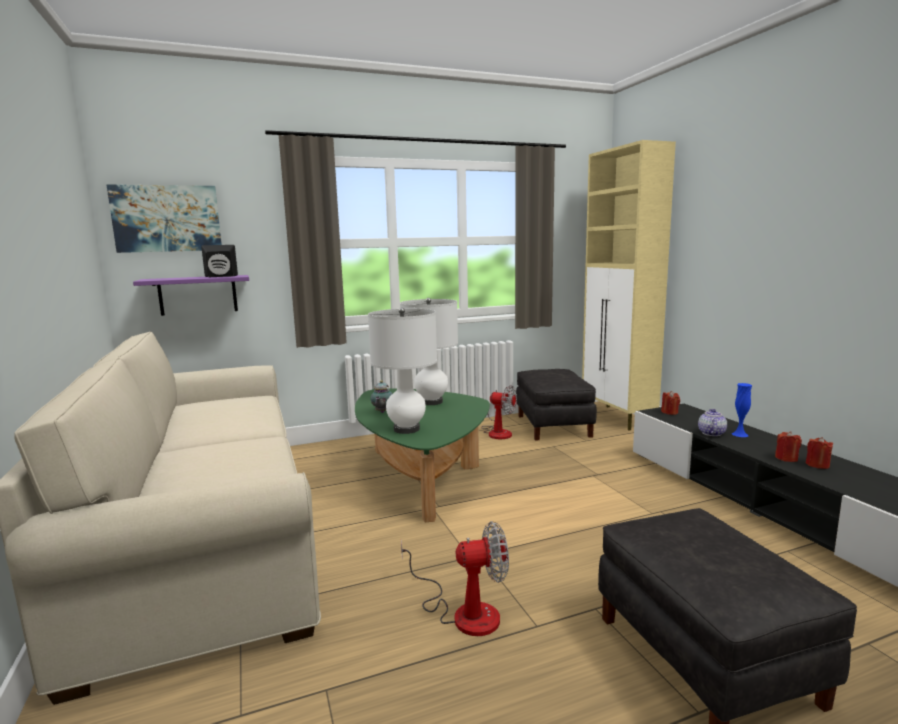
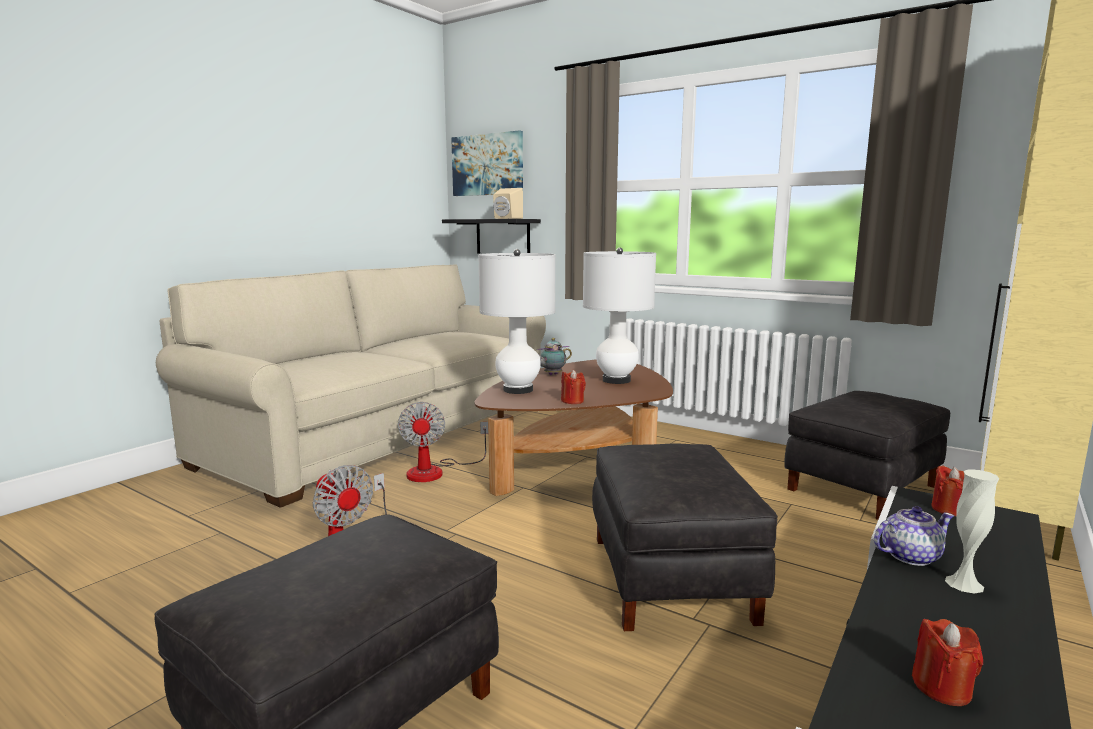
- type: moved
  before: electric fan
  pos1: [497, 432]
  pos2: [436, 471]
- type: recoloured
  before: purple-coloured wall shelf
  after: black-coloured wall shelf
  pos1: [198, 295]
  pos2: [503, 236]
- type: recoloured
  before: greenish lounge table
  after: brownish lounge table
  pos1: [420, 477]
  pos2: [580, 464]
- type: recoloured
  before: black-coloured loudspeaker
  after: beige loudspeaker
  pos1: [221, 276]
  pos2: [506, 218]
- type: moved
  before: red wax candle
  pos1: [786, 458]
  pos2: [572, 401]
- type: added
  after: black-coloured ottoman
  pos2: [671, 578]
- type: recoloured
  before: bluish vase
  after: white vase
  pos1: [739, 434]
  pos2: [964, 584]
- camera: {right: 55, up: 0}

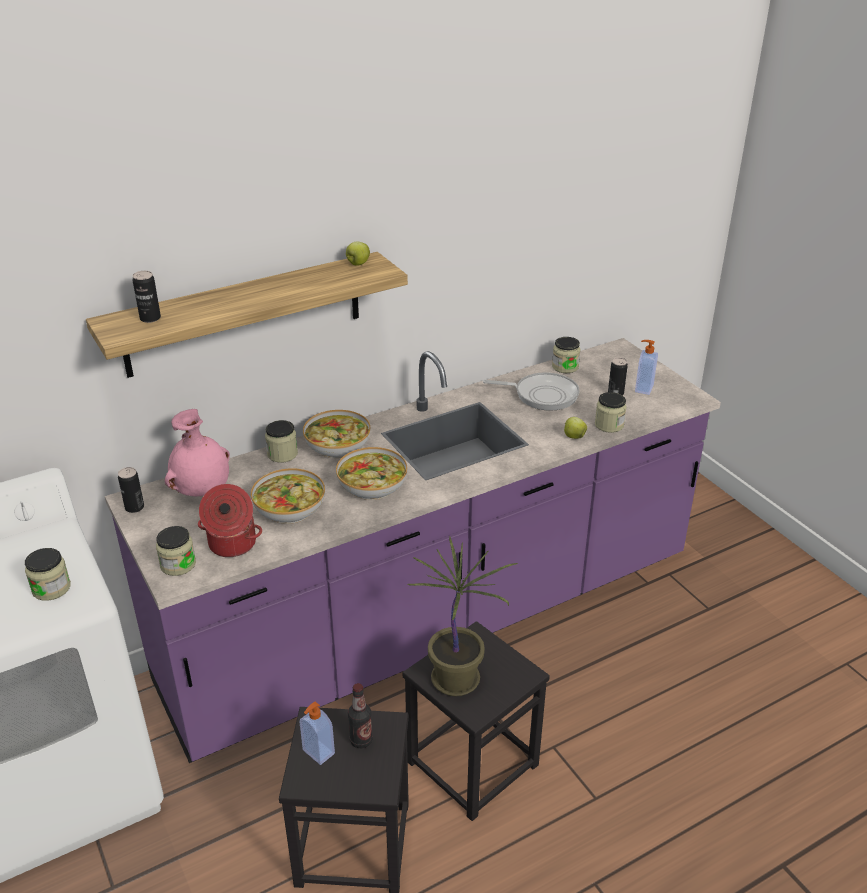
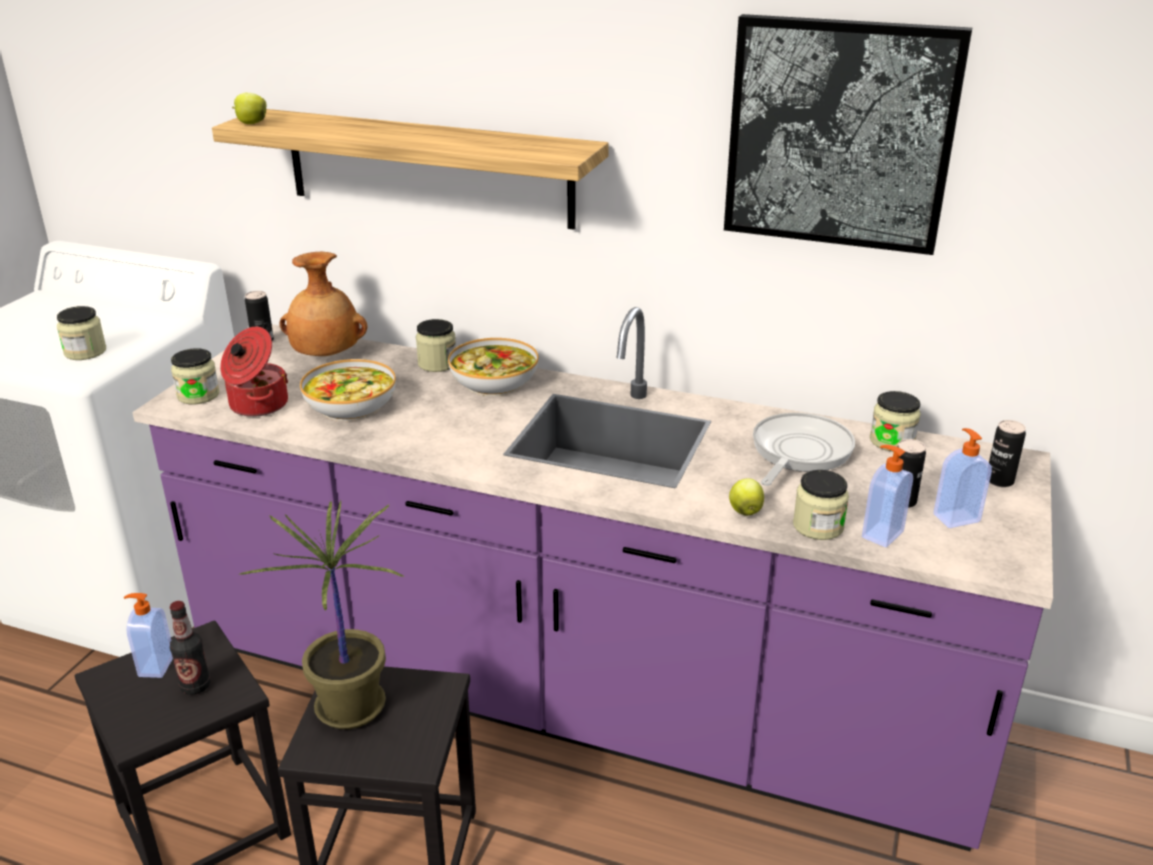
- type: moved
  before: whole apple
  pos1: [357, 264]
  pos2: [251, 123]
- type: recoloured
  before: pink-coloured vase
  after: brownish vase
  pos1: [202, 490]
  pos2: [326, 356]
- type: added
  after: picture
  pos2: [840, 134]
- type: turned
  before: pan
  pos1: [542, 395]
  pos2: [798, 452]
  turn: -120
- type: added
  after: soap bottle
  pos2: [881, 534]
- type: moved
  before: metal can
  pos1: [150, 318]
  pos2: [999, 481]
- type: removed
  before: serving bowl
  pos1: [372, 485]
- camera: {right: 50, up: -5}

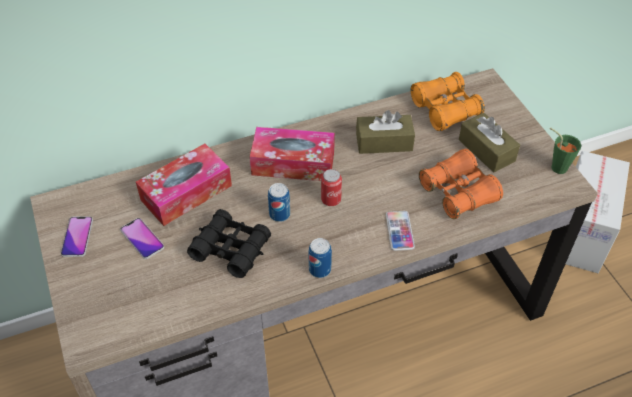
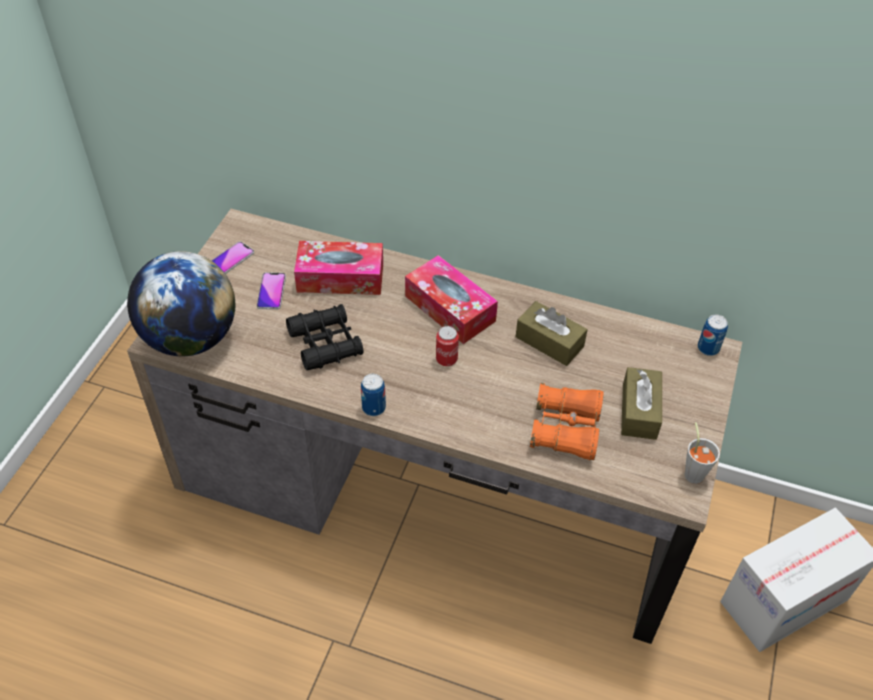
- type: added
  after: globe
  pos2: [191, 338]
- type: recoloured
  before: greenish drinking cup
  after: grey drinking cup
  pos1: [556, 166]
  pos2: [693, 471]
- type: moved
  before: metal can
  pos1: [279, 214]
  pos2: [708, 348]
- type: removed
  before: telephone
  pos1: [399, 231]
- type: removed
  before: orangey field glasses
  pos1: [445, 109]
- camera: {right: 40, up: 0}

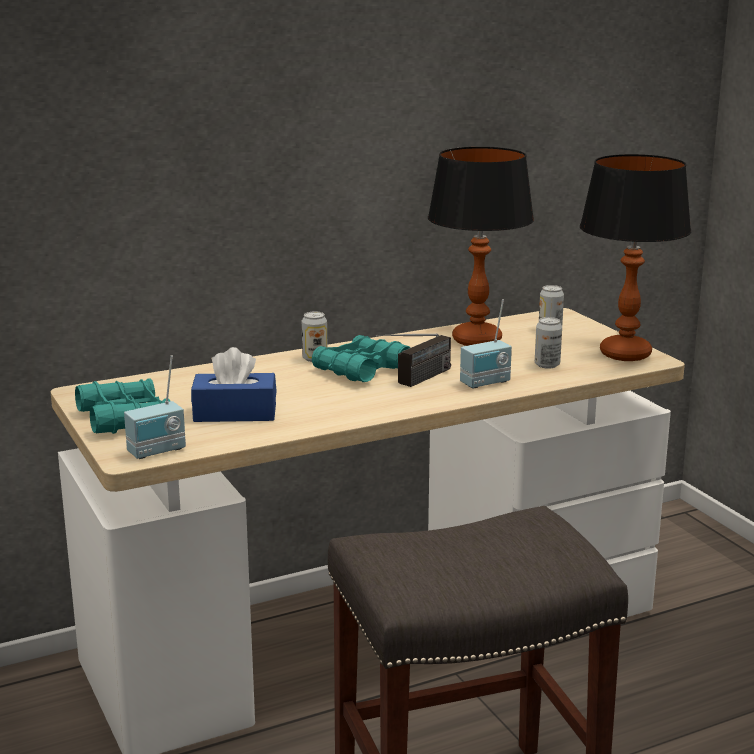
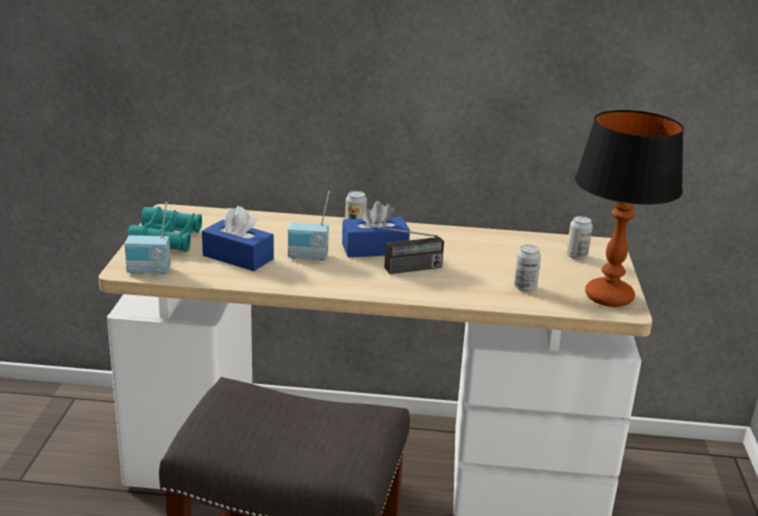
- type: moved
  before: radio receiver
  pos1: [486, 383]
  pos2: [308, 257]
- type: replaced
  before: turquoise-coloured field glasses
  after: bluish box of tissues
  pos1: [362, 370]
  pos2: [374, 249]
- type: removed
  before: tabletop lamp
  pos1: [477, 340]
- camera: {right: 30, up: 5}

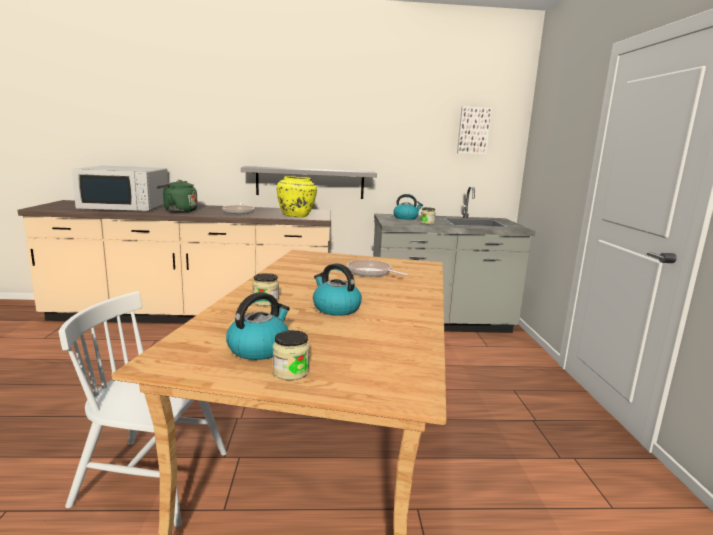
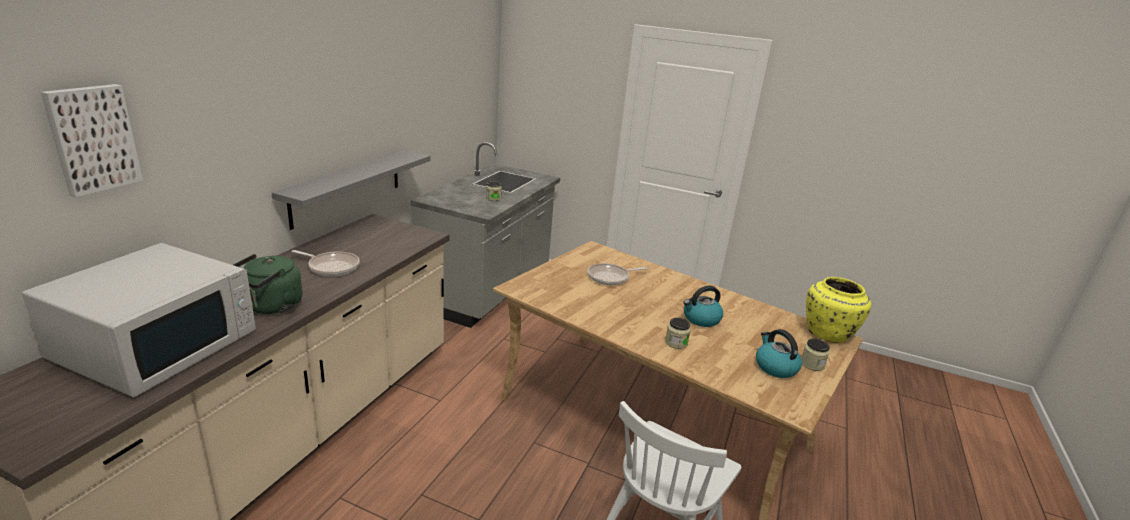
- type: moved
  before: picture
  pos1: [473, 130]
  pos2: [92, 139]
- type: moved
  before: yellowish vase
  pos1: [296, 216]
  pos2: [828, 334]
- type: removed
  before: water kettle
  pos1: [406, 218]
- camera: {right: -65, up: 10}

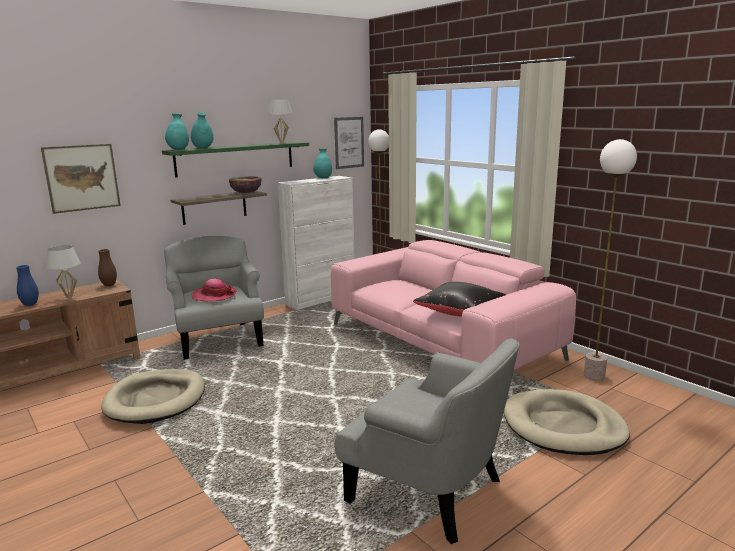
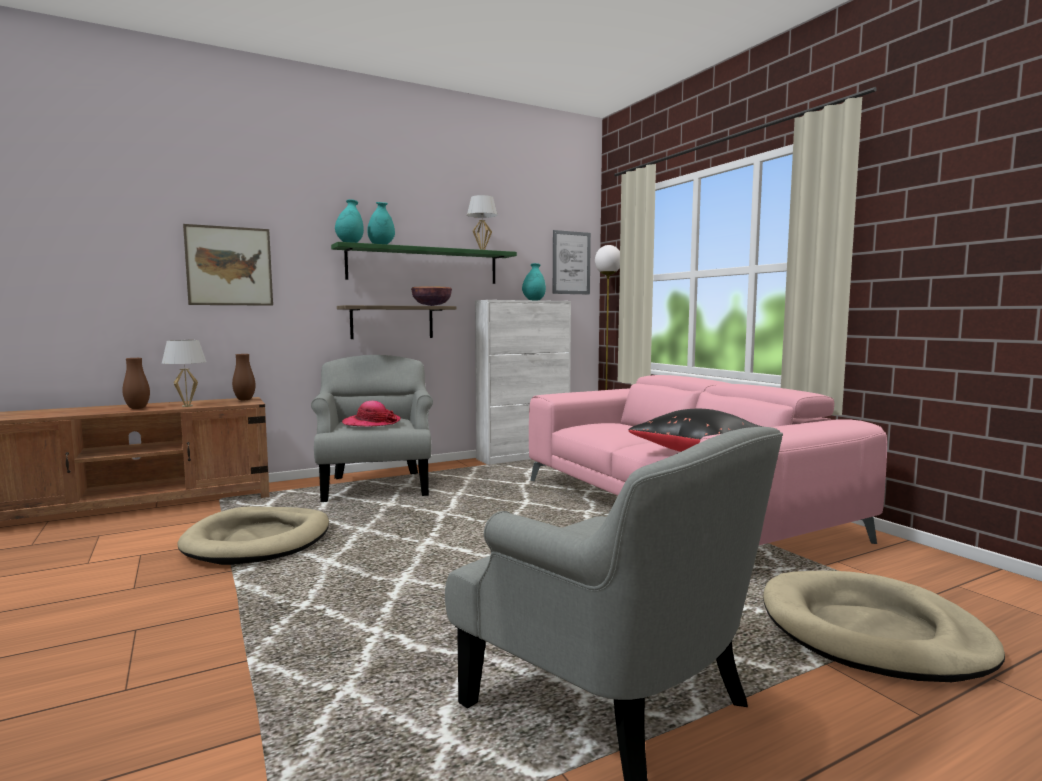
- type: recoloured
  before: bluish vase
  after: brownish vase
  pos1: [30, 304]
  pos2: [137, 408]
- type: removed
  before: floor lamp
  pos1: [594, 376]
- camera: {right: 10, up: -10}

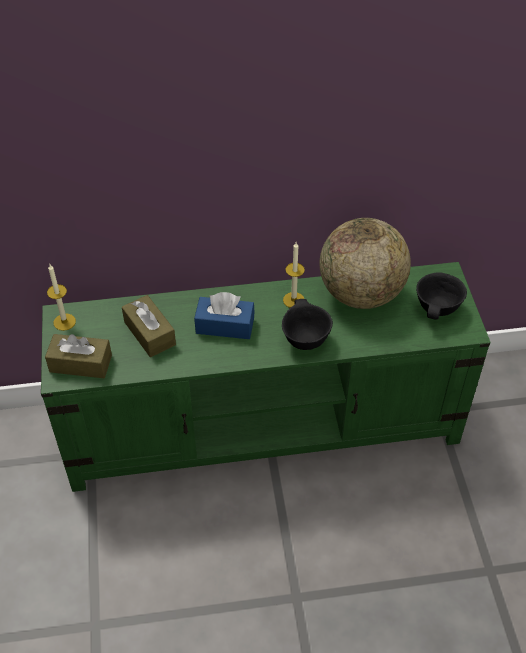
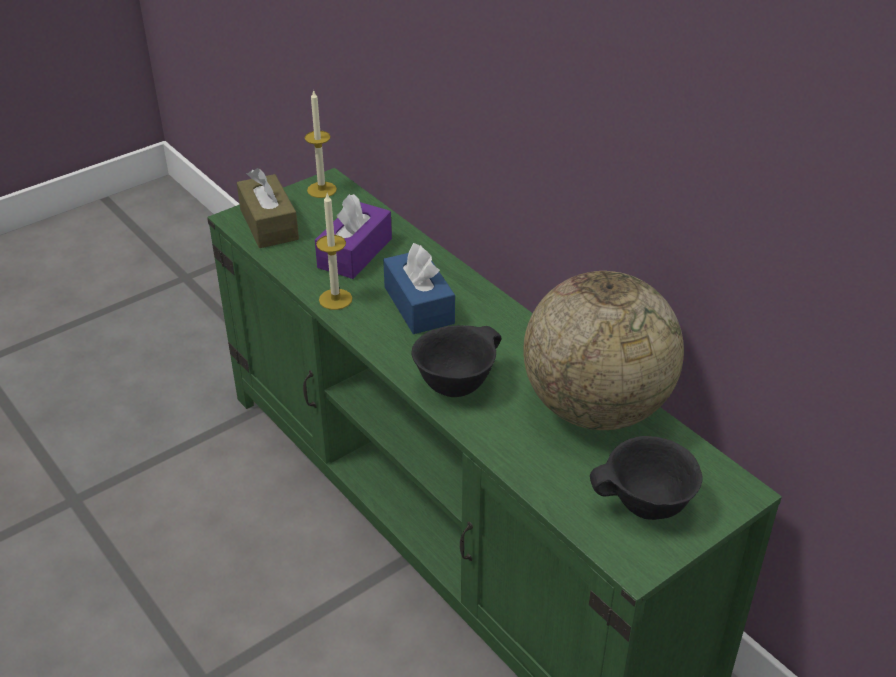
- type: recoloured
  before: brownish box of tissues
  after: purple-coloured box of tissues
  pos1: [149, 333]
  pos2: [355, 253]
- type: moved
  before: wax candle
  pos1: [293, 300]
  pos2: [335, 299]
- camera: {right: 60, up: -10}

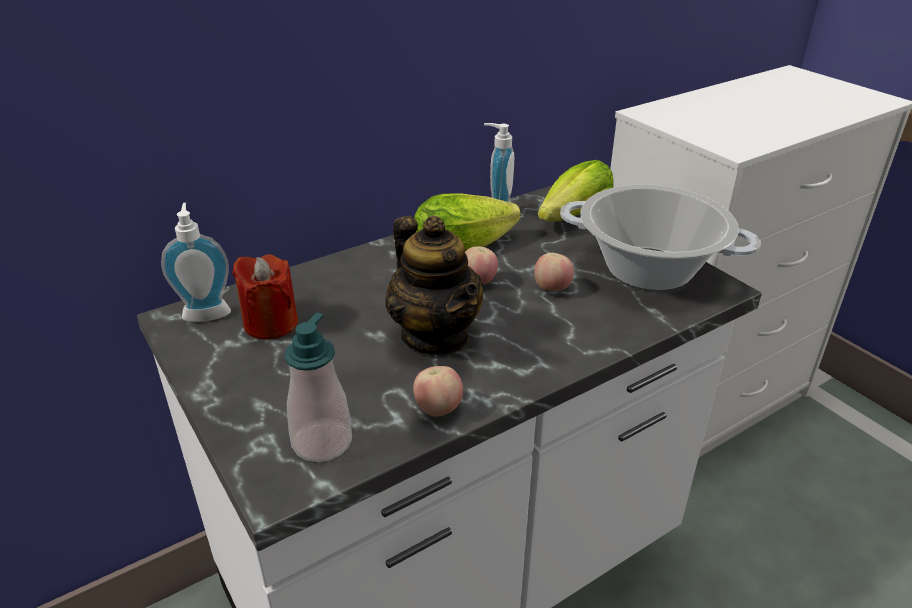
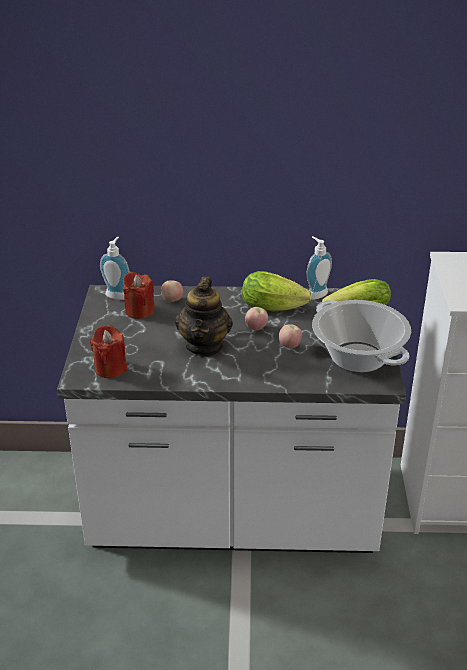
- type: replaced
  before: soap bottle
  after: red wax candle
  pos1: [322, 442]
  pos2: [110, 368]
- type: moved
  before: whole apple
  pos1: [438, 409]
  pos2: [172, 301]
- camera: {right: 35, up: 0}

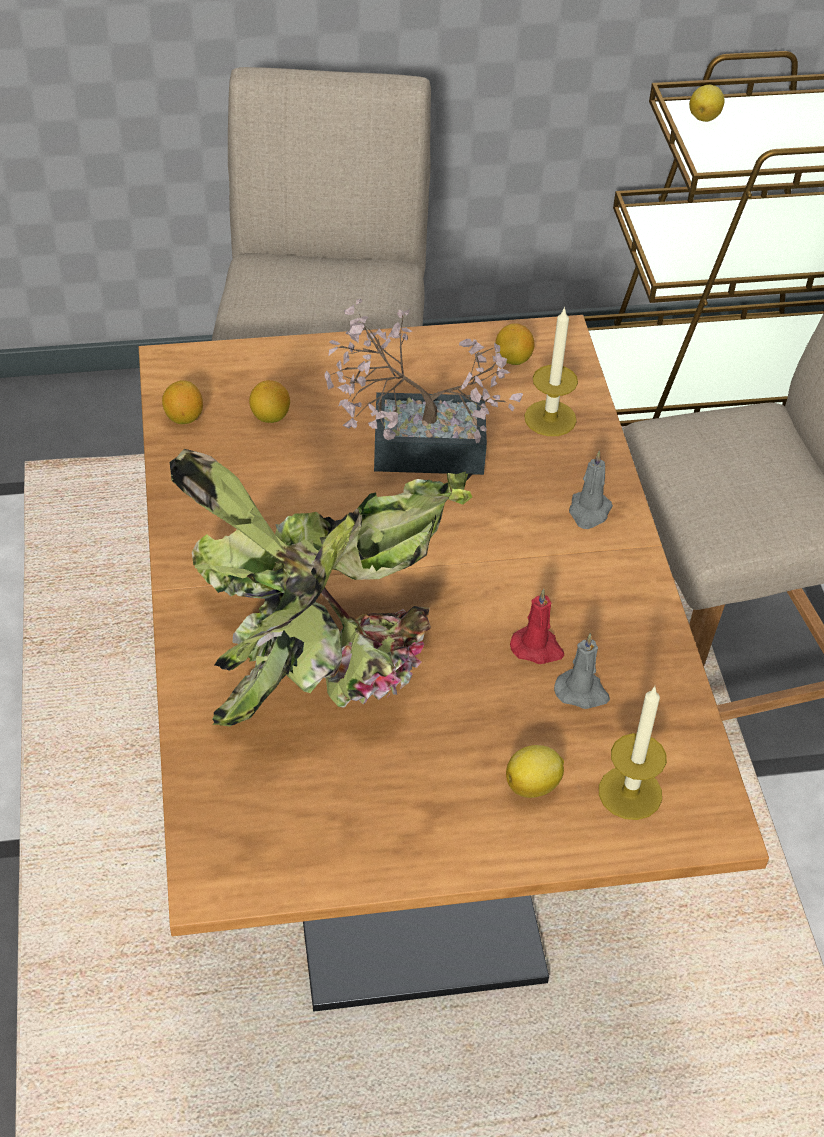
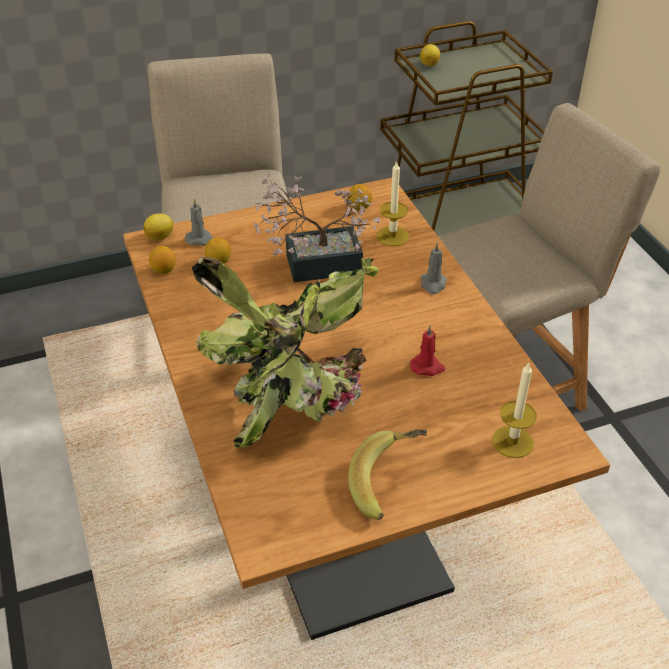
- type: moved
  before: whole lemon
  pos1: [534, 785]
  pos2: [161, 237]
- type: moved
  before: grey wax candle
  pos1: [582, 692]
  pos2: [200, 239]
- type: added
  after: banana fruit
  pos2: [389, 484]
- camera: {right: -10, up: -5}

